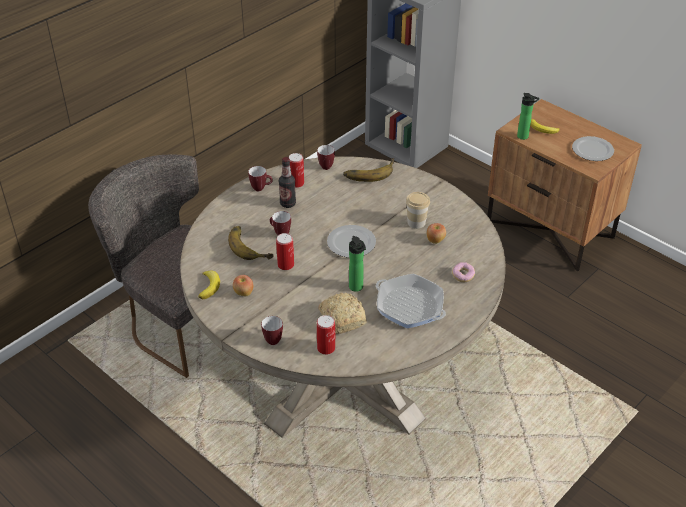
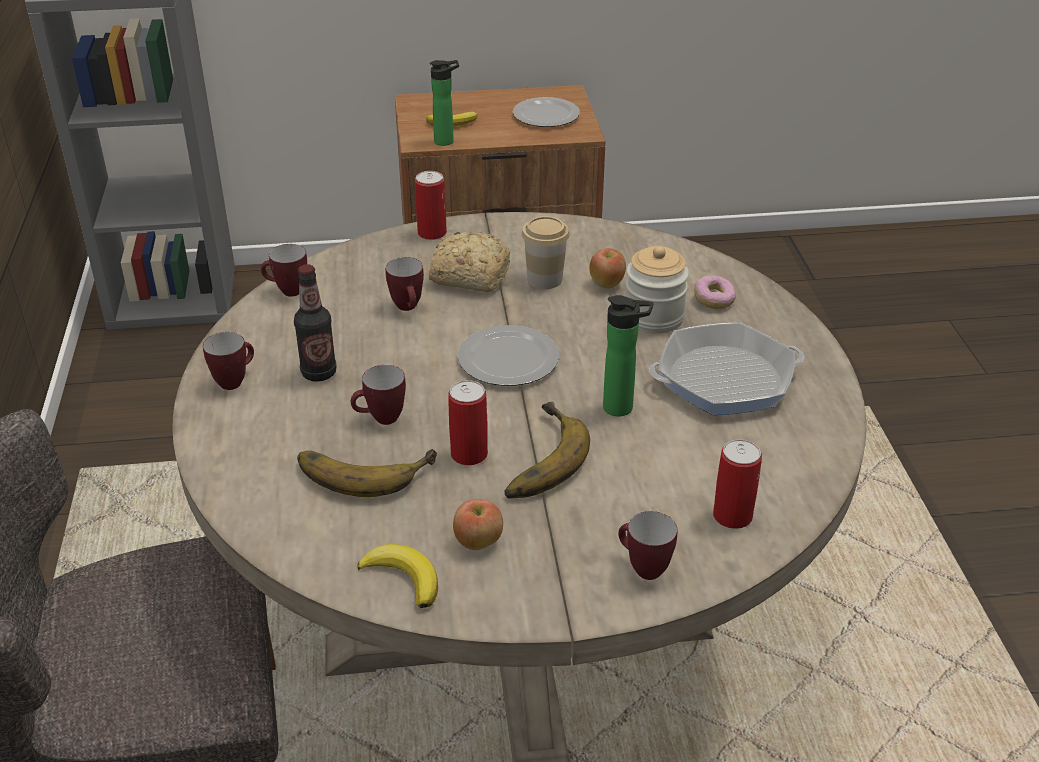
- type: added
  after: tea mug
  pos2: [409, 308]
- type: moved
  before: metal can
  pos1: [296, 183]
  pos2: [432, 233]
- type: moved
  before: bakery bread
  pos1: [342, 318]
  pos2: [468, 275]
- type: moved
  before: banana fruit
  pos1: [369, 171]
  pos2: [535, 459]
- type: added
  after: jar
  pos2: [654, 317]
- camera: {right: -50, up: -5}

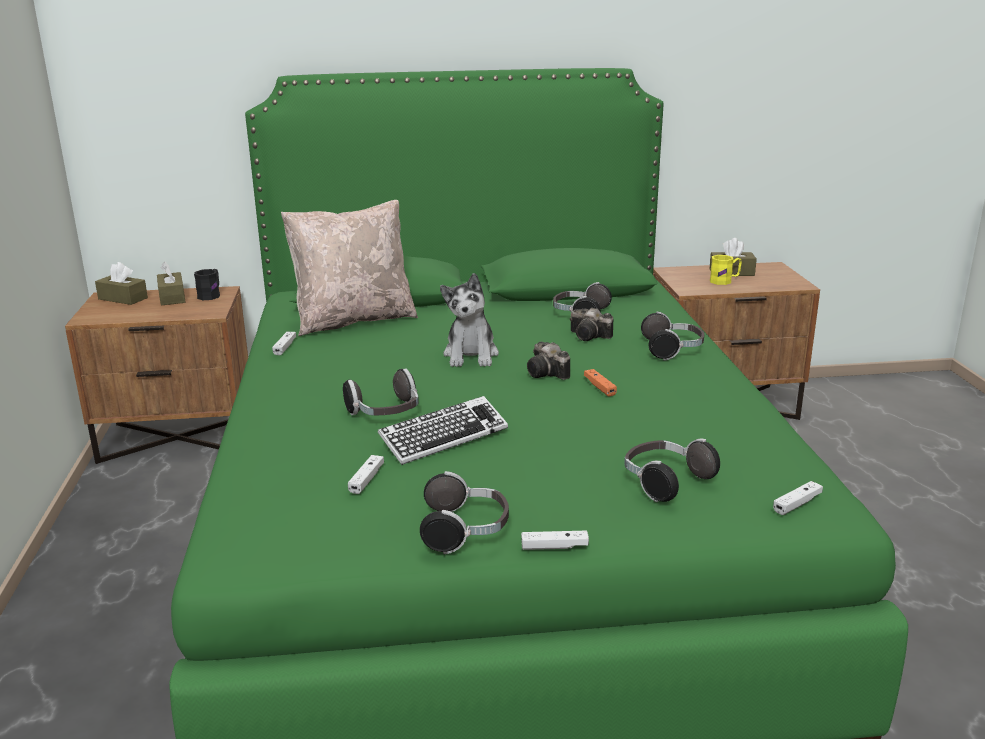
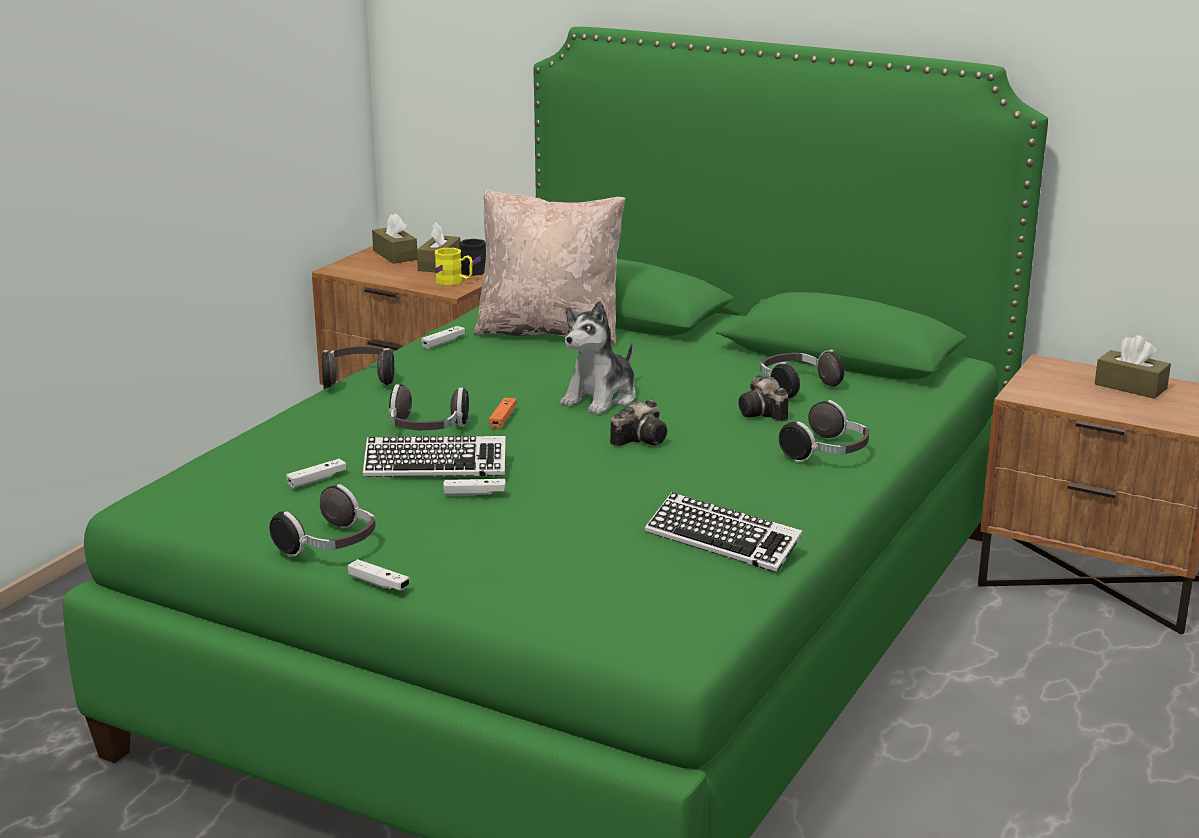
- type: moved
  before: headphones
  pos1: [664, 482]
  pos2: [359, 379]
- type: moved
  before: yellowish tea mug
  pos1: [725, 281]
  pos2: [454, 281]
- type: moved
  before: white joypad
  pos1: [797, 504]
  pos2: [474, 493]
- type: moved
  before: orangey joypad
  pos1: [599, 387]
  pos2: [503, 418]
- type: turned
  before: photo camera
  pos1: [548, 374]
  pos2: [642, 439]
  turn: -135
- type: added
  after: PC keyboard
  pos2: [722, 541]
- camera: {right: 35, up: 0}

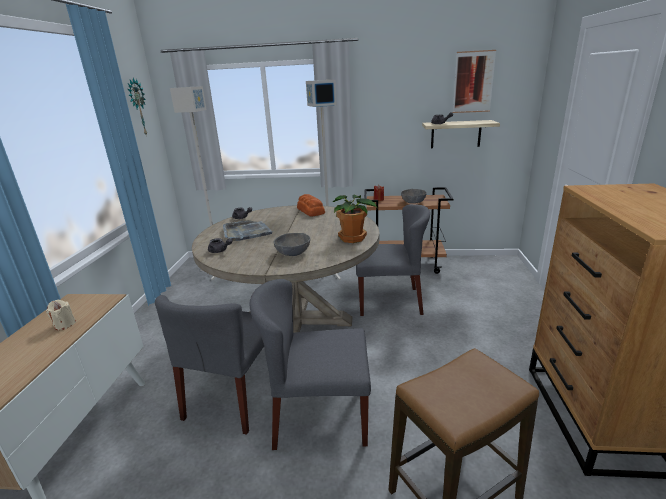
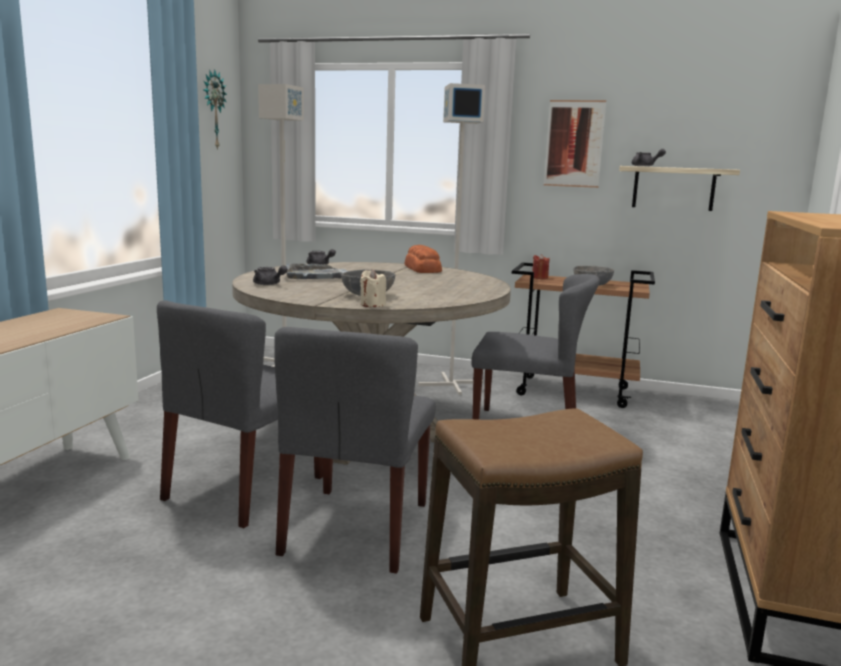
- type: turned
  before: grey plain chair
  pos1: [319, 416]
  pos2: [356, 528]
  turn: -90
- type: moved
  before: beige wax candle
  pos1: [64, 324]
  pos2: [372, 304]
- type: moved
  before: picture
  pos1: [473, 82]
  pos2: [574, 144]
- type: removed
  before: plant in a pot
  pos1: [353, 238]
- camera: {right: 10, up: -10}

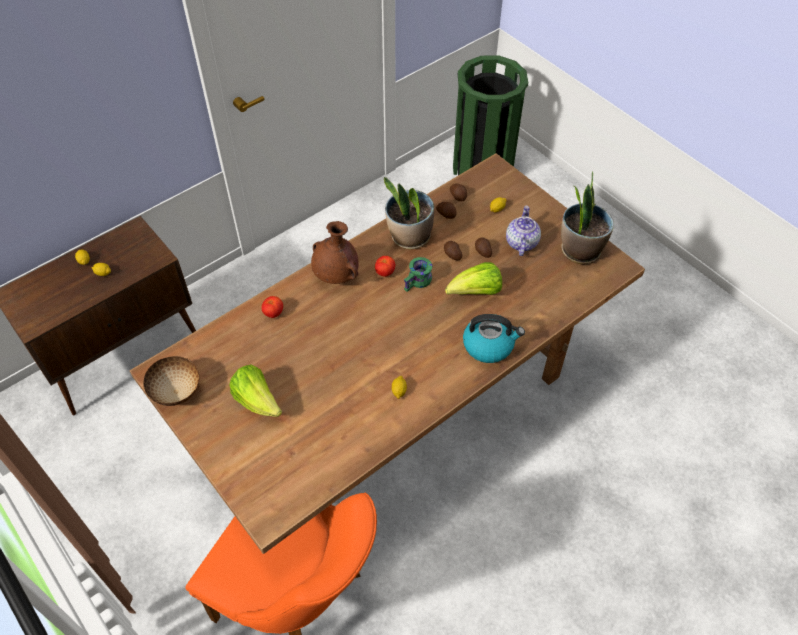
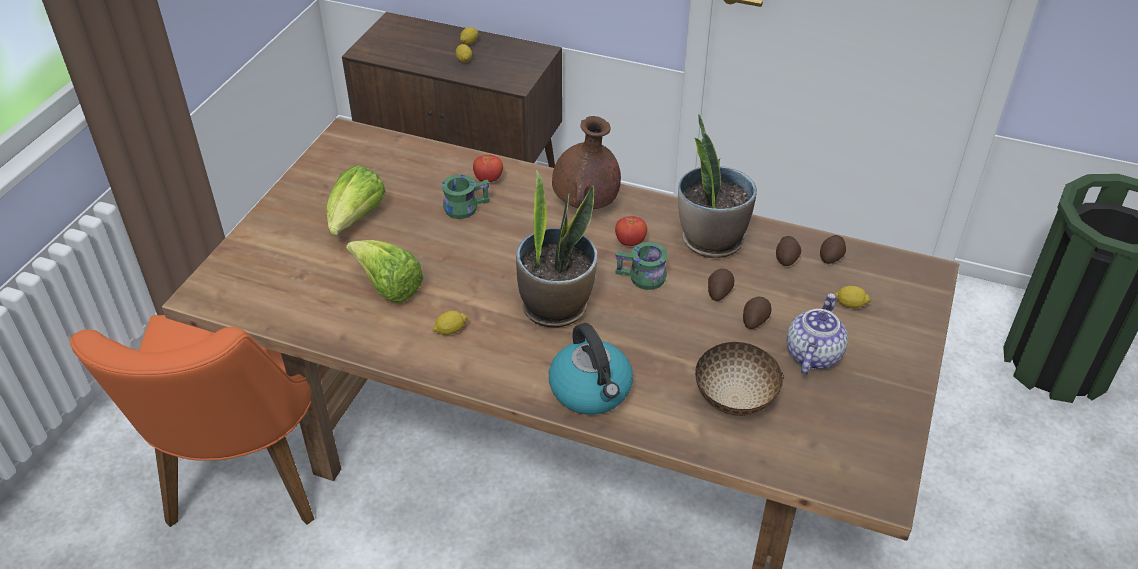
- type: moved
  before: head of lettuce
  pos1: [476, 292]
  pos2: [388, 287]
- type: added
  after: greenish tea mug
  pos2: [465, 206]
- type: moved
  before: plant in a pot
  pos1: [580, 250]
  pos2: [556, 306]
- type: moved
  before: serving bowl
  pos1: [176, 393]
  pos2: [734, 401]
- type: turned
  before: pot for tea
  pos1: [521, 242]
  pos2: [812, 354]
  turn: -45
- camera: {right: 60, up: -10}

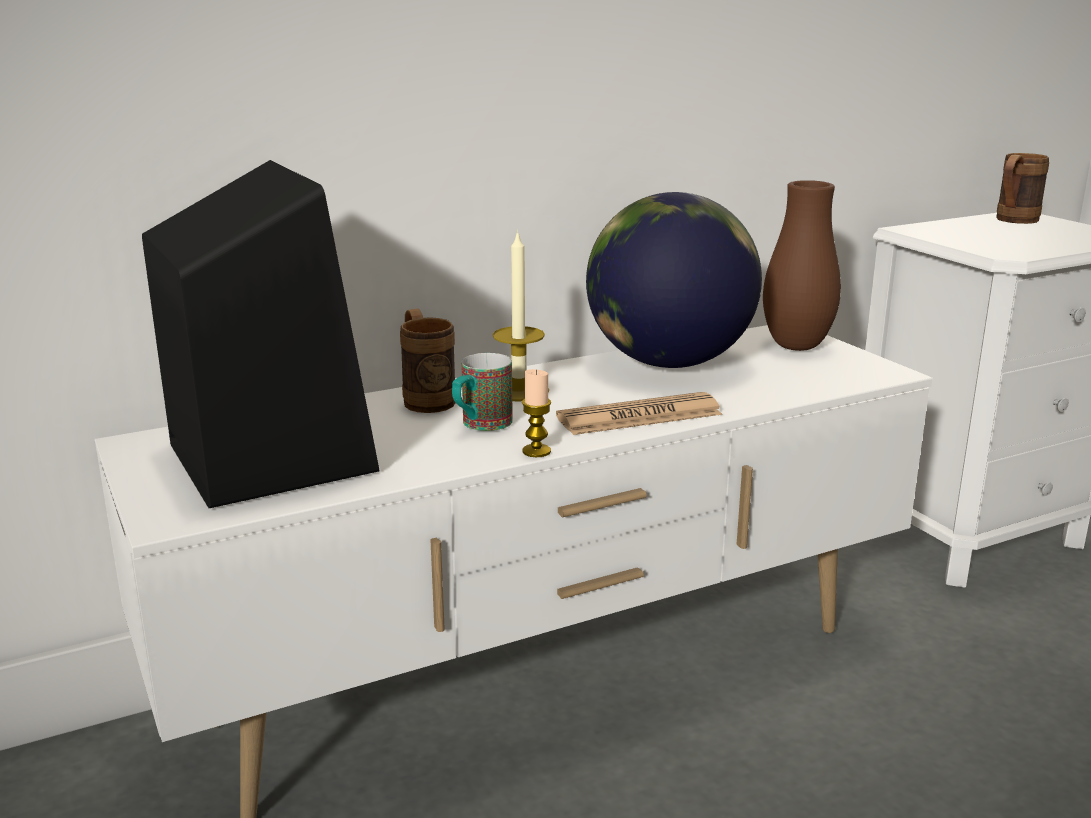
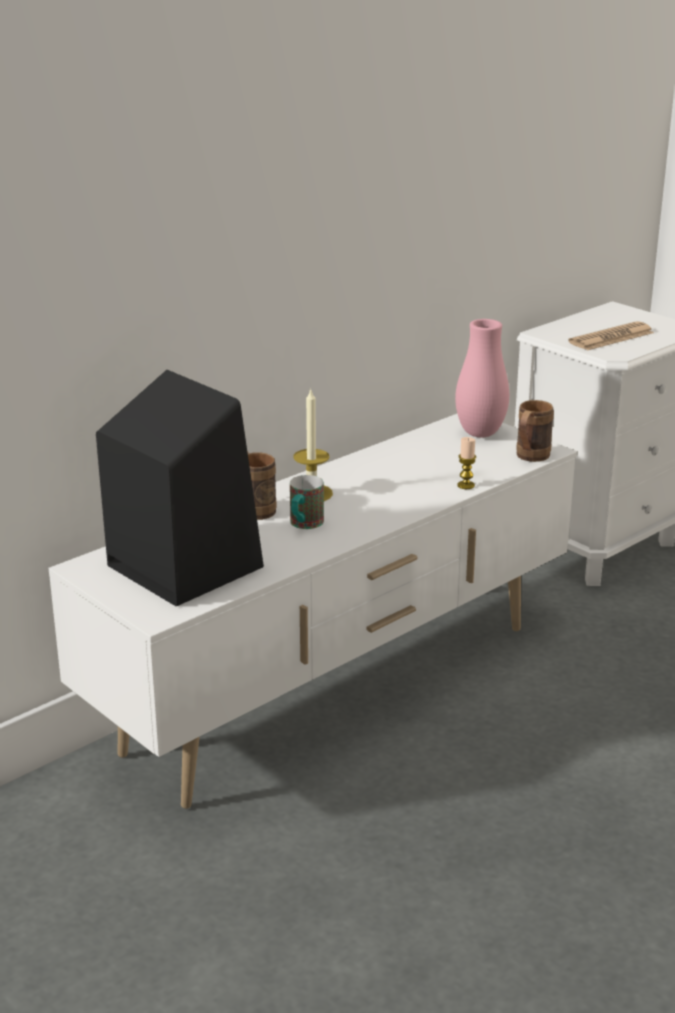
- type: recoloured
  before: brownish vase
  after: pink-coloured vase
  pos1: [796, 346]
  pos2: [480, 433]
- type: moved
  before: wax candle
  pos1: [536, 451]
  pos2: [466, 485]
- type: moved
  before: brownish tea mug
  pos1: [1012, 221]
  pos2: [529, 458]
- type: moved
  before: printed paper
  pos1: [639, 416]
  pos2: [611, 338]
- type: removed
  before: globe
  pos1: [668, 362]
- camera: {right: -15, up: 5}

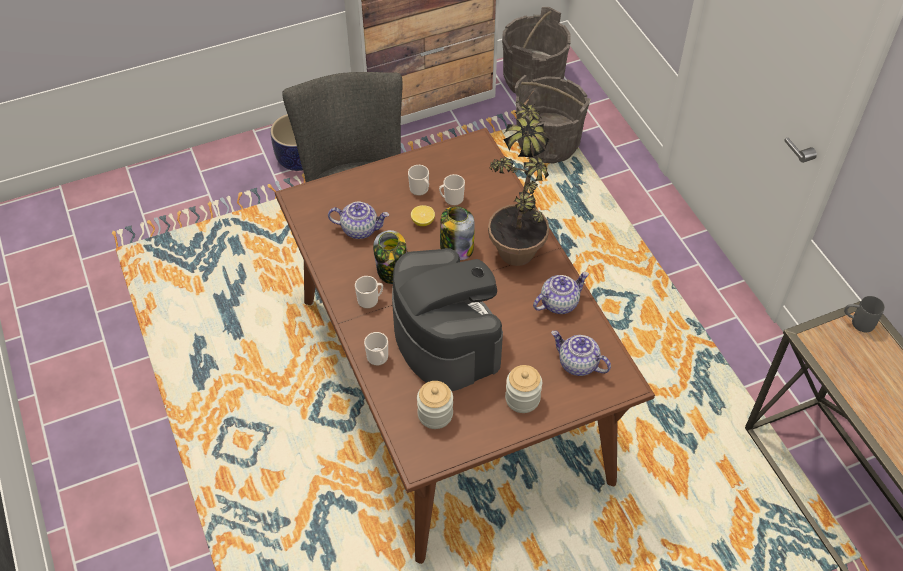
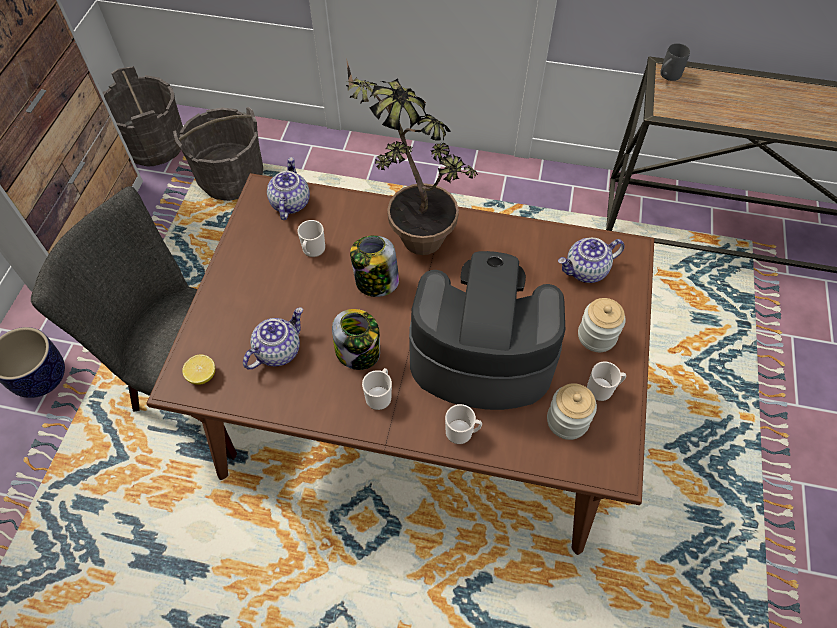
- type: moved
  before: whole lemon
  pos1: [423, 221]
  pos2: [202, 375]
- type: moved
  before: pot for tea
  pos1: [559, 302]
  pos2: [290, 203]
- type: moved
  before: tea mug
  pos1: [420, 190]
  pos2: [602, 389]
- camera: {right: -55, up: 5}

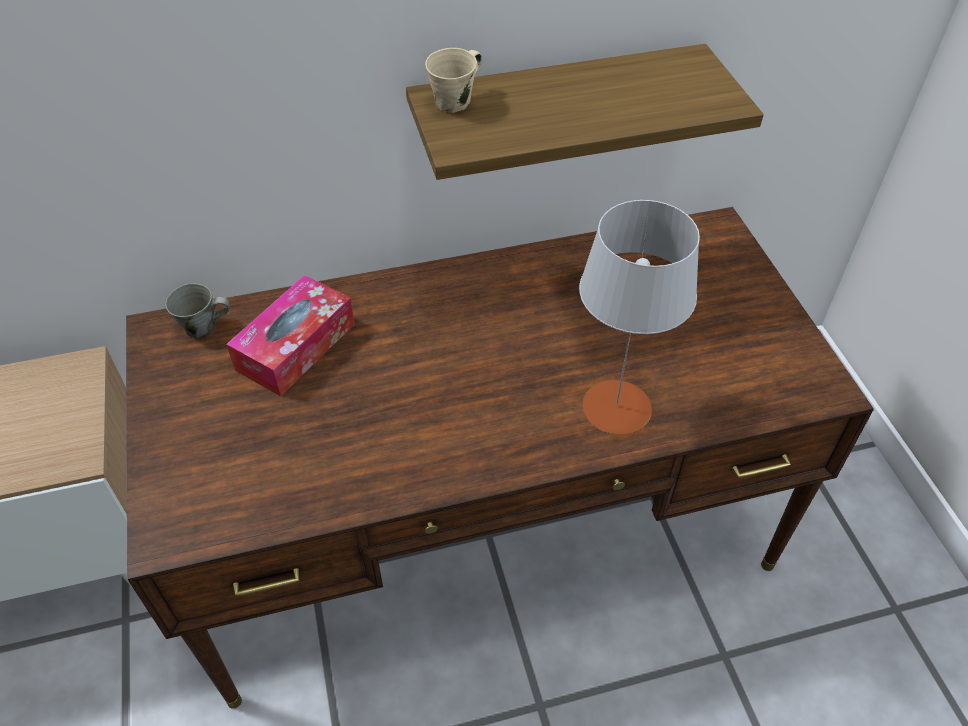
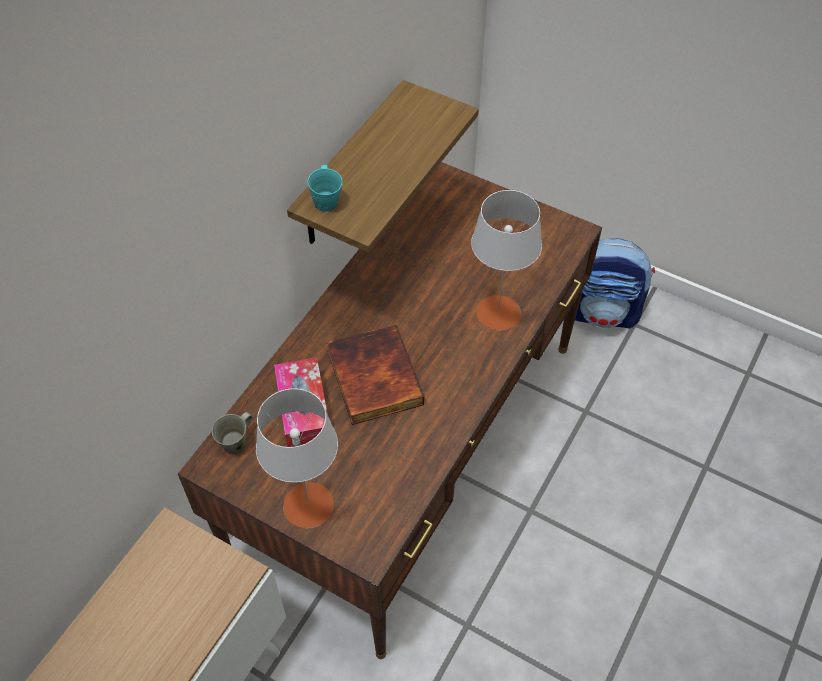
- type: added
  after: grey tabletop lamp
  pos2: [308, 505]
- type: recoloured
  before: beige tea mug
  after: turquoise-coloured tea mug
  pos1: [455, 102]
  pos2: [326, 201]
- type: added
  after: volume
  pos2: [372, 377]
- type: added
  after: rucksack
  pos2: [602, 312]
- camera: {right: -45, up: 5}

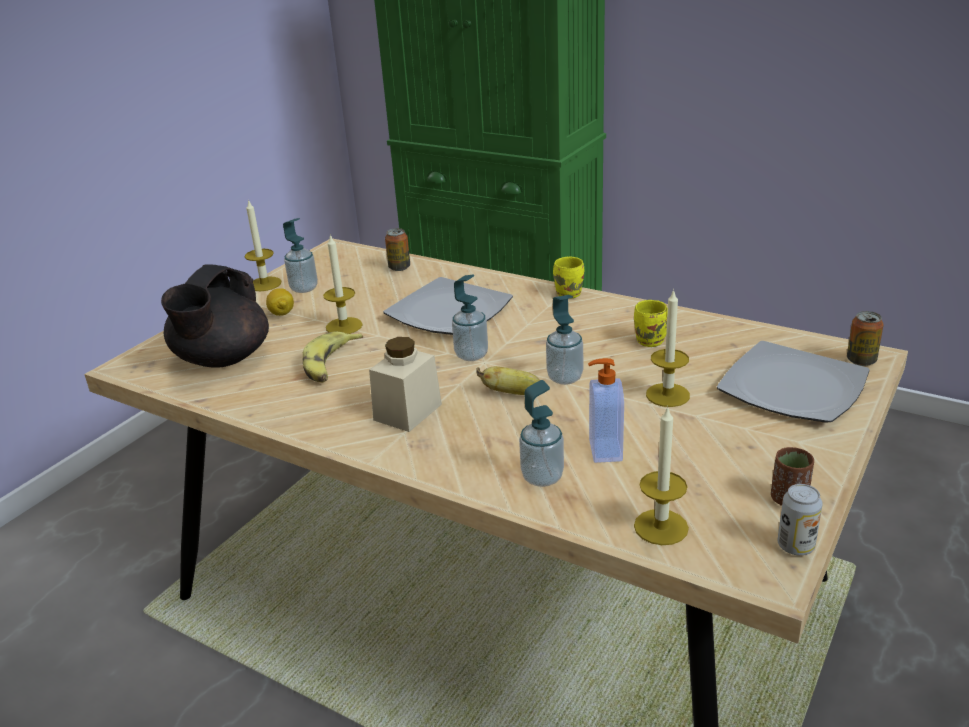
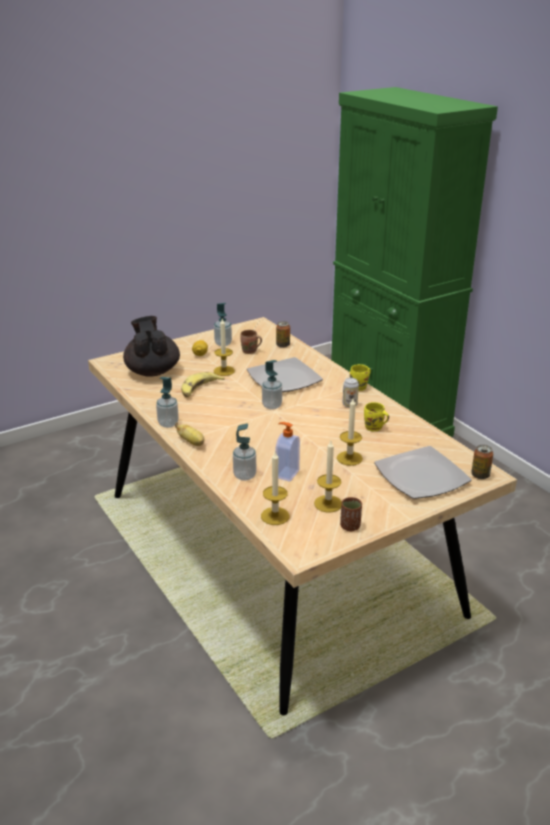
- type: turned
  before: black-coloured pot for tea
  pos1: [222, 359]
  pos2: [152, 371]
  turn: 120
- type: moved
  before: soap bottle
  pos1: [565, 378]
  pos2: [168, 424]
- type: moved
  before: banana fruit
  pos1: [512, 393]
  pos2: [192, 442]
- type: added
  after: brownish tea mug
  pos2: [250, 351]
- type: moved
  before: wax candle
  pos1: [264, 284]
  pos2: [328, 504]
- type: moved
  before: metal can
  pos1: [795, 546]
  pos2: [349, 405]
- type: removed
  before: beige jar
  pos1: [407, 412]
- camera: {right: 25, up: 0}

